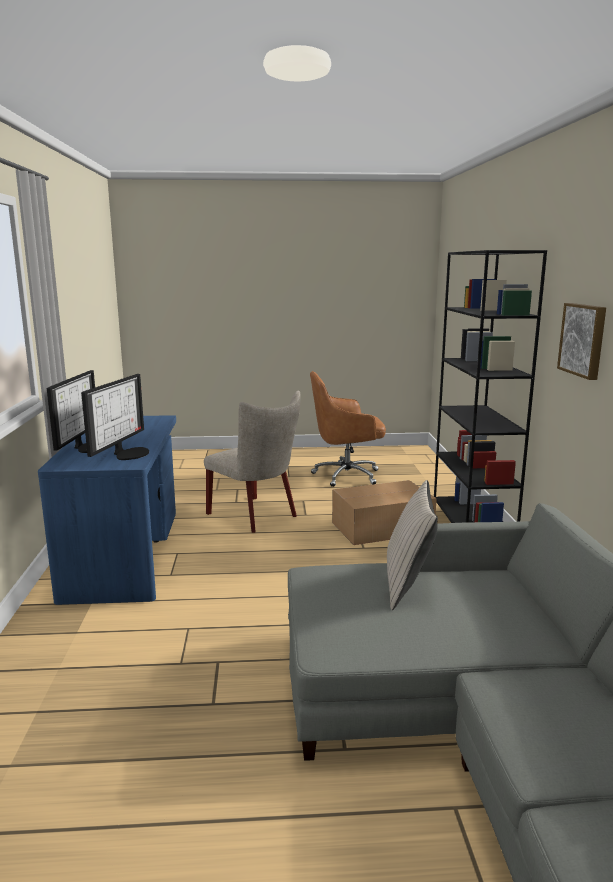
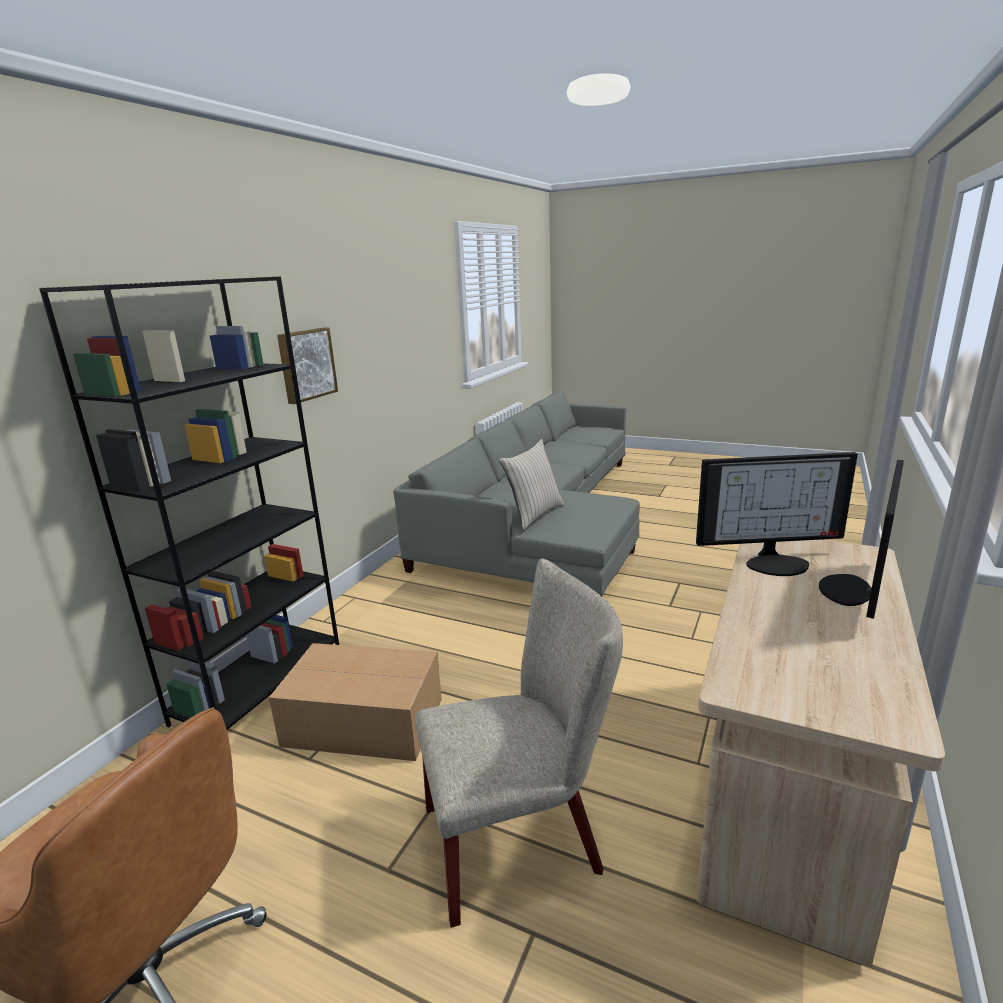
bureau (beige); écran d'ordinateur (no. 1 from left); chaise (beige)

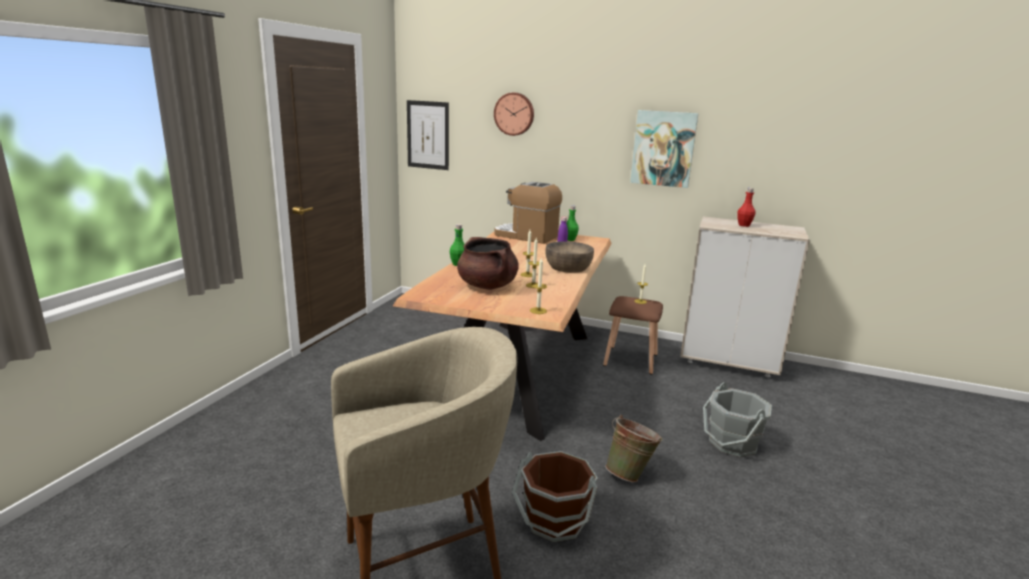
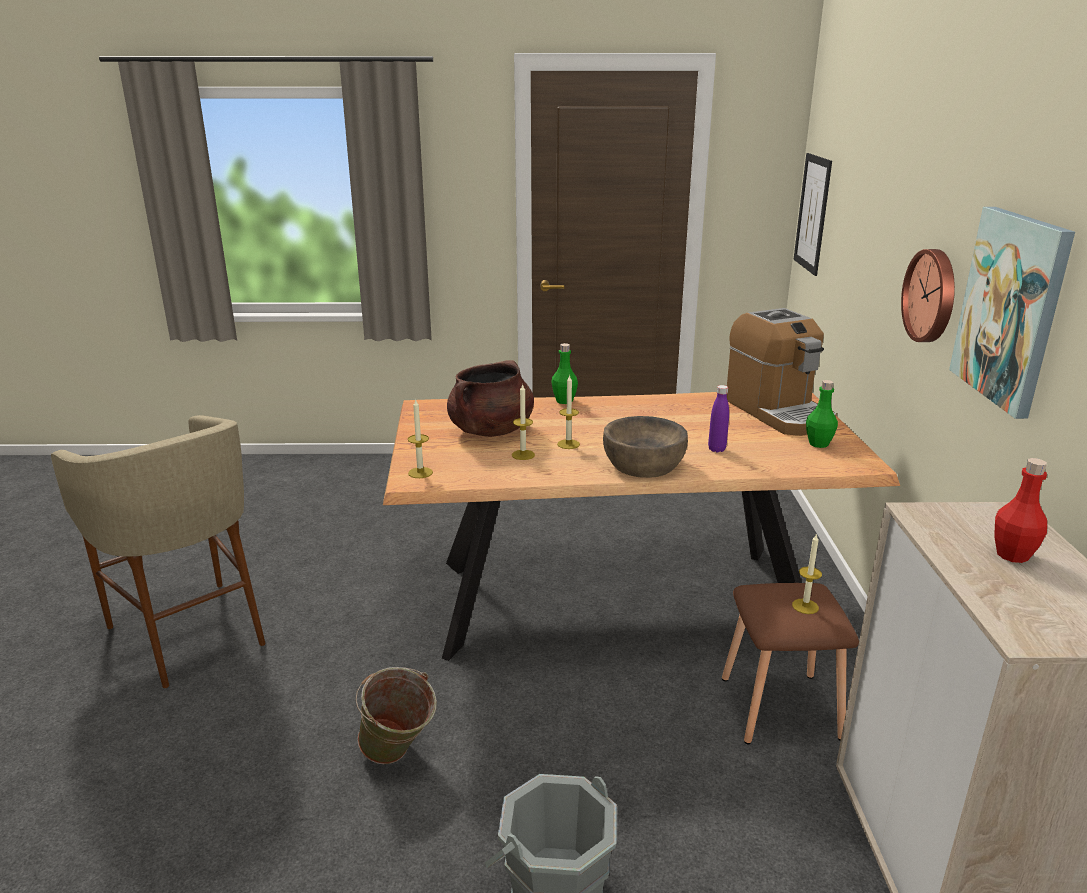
seau (marron); horloge murale; machine à café

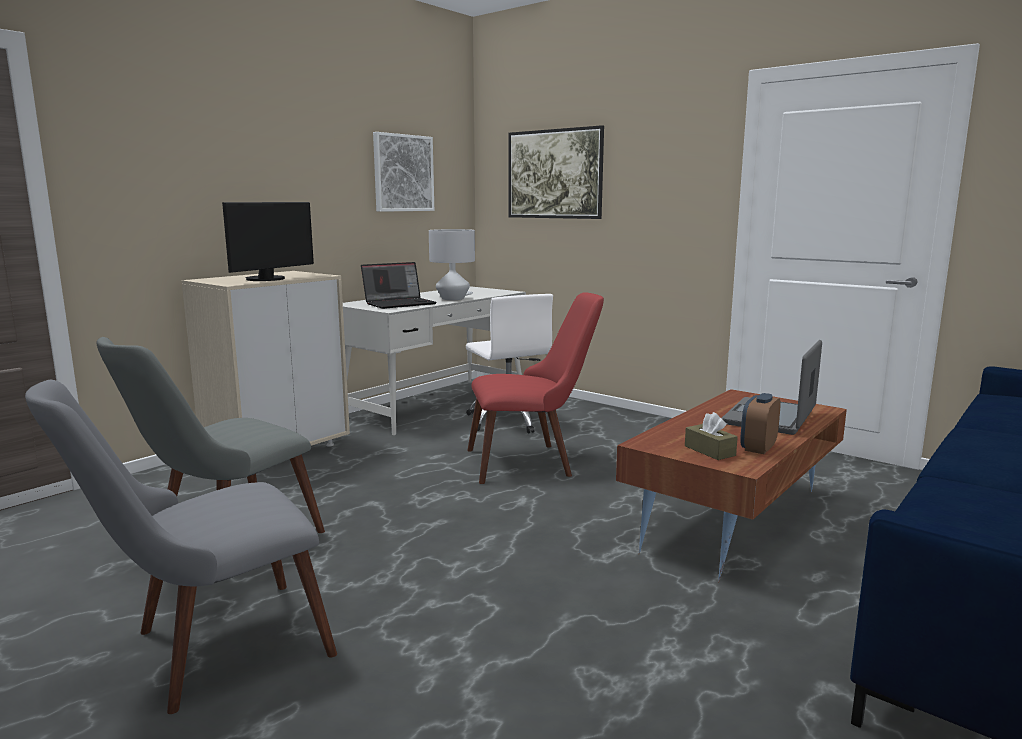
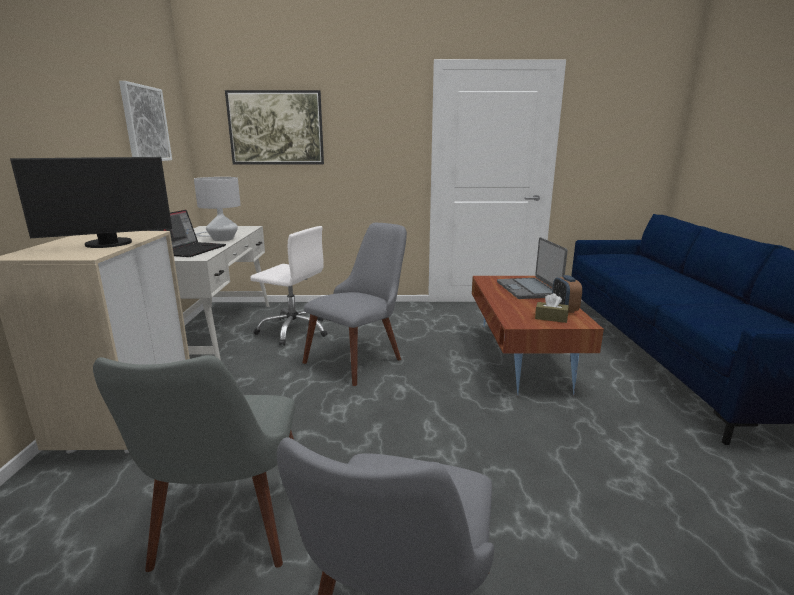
chaise (gris) (no. 2 from left); écran d'ordinateur

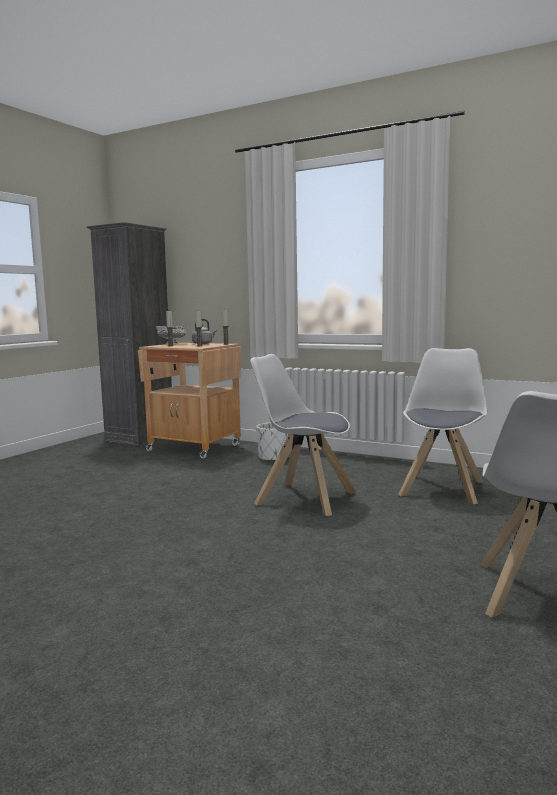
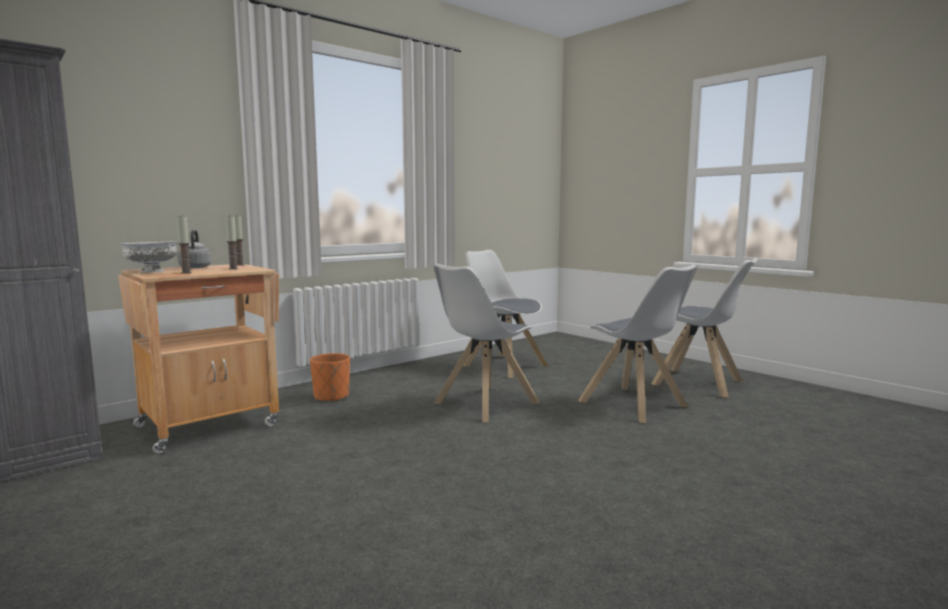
chaise (no. 3 from left); cache-pot (orange)

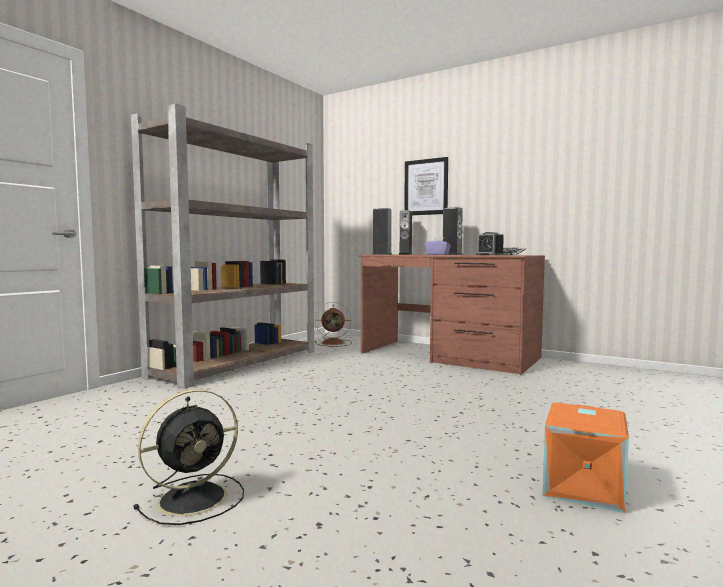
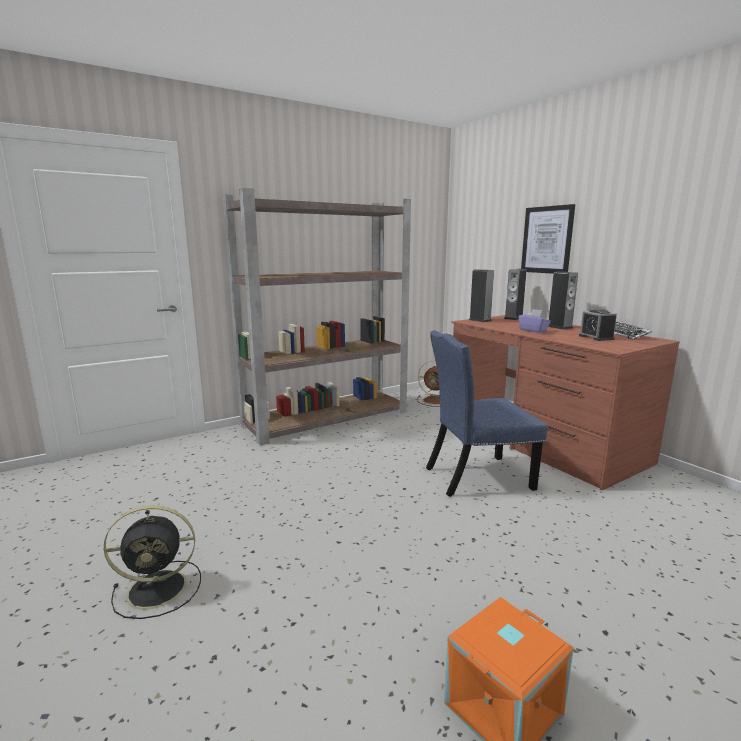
chaise (bleu)

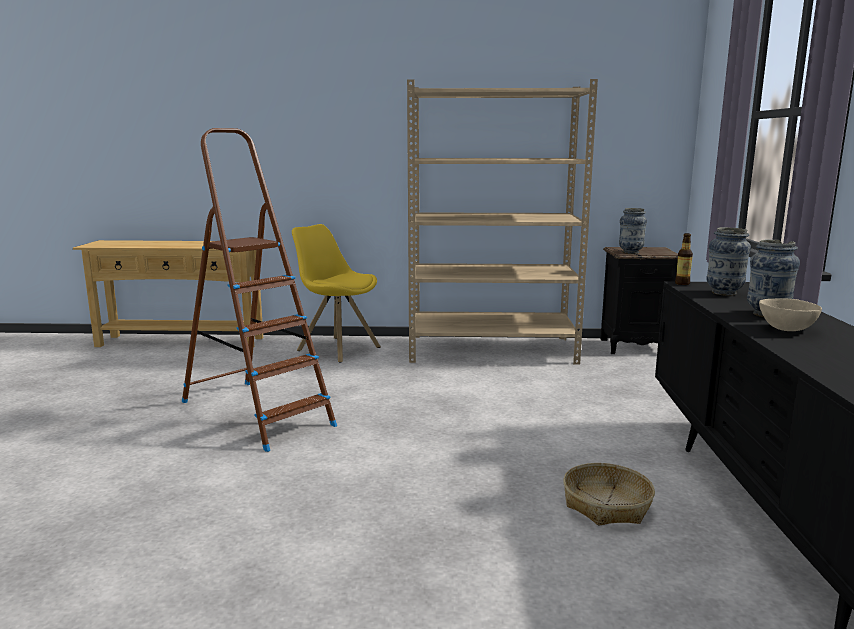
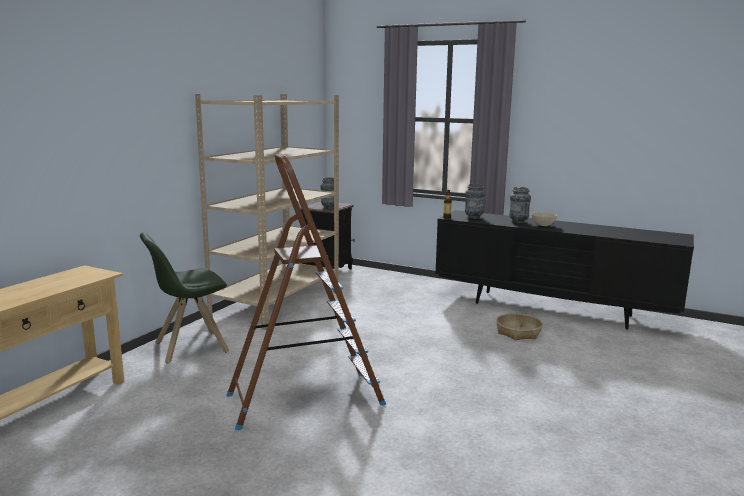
chaise (vert)

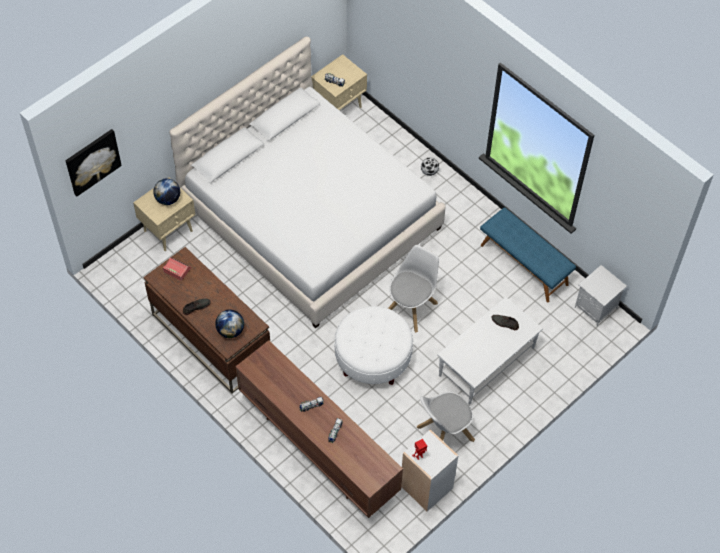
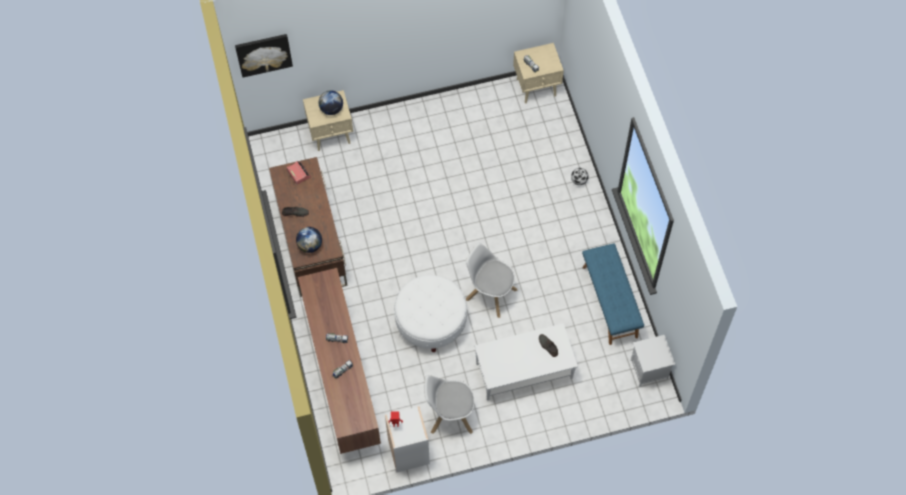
lit (blanc); chaise (no. 2 from left)

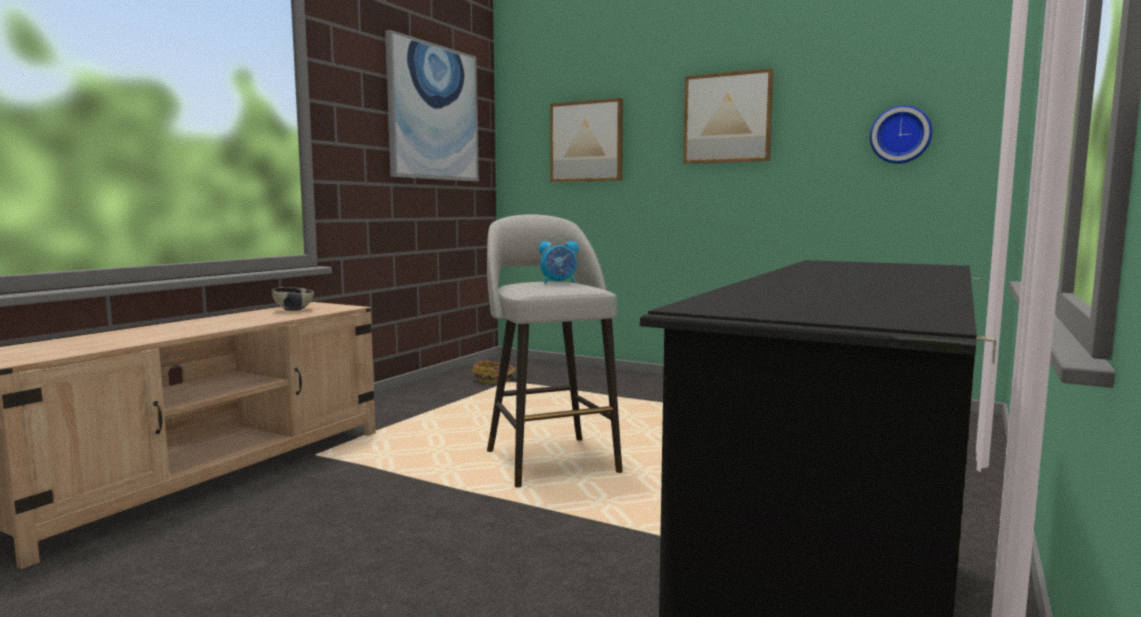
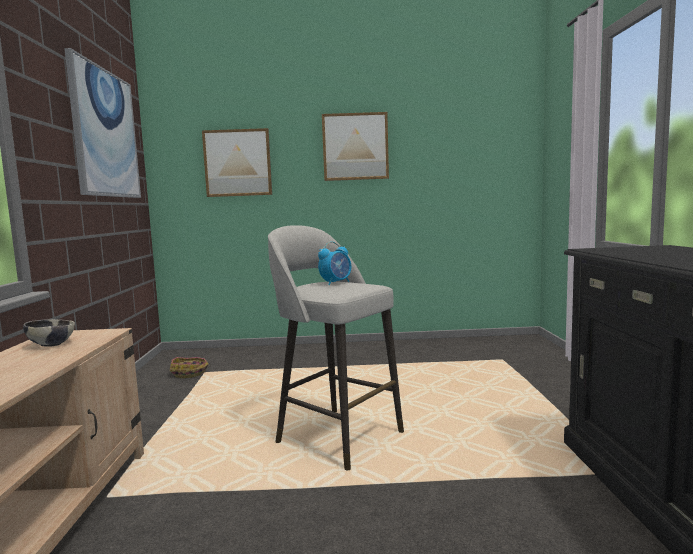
horloge murale

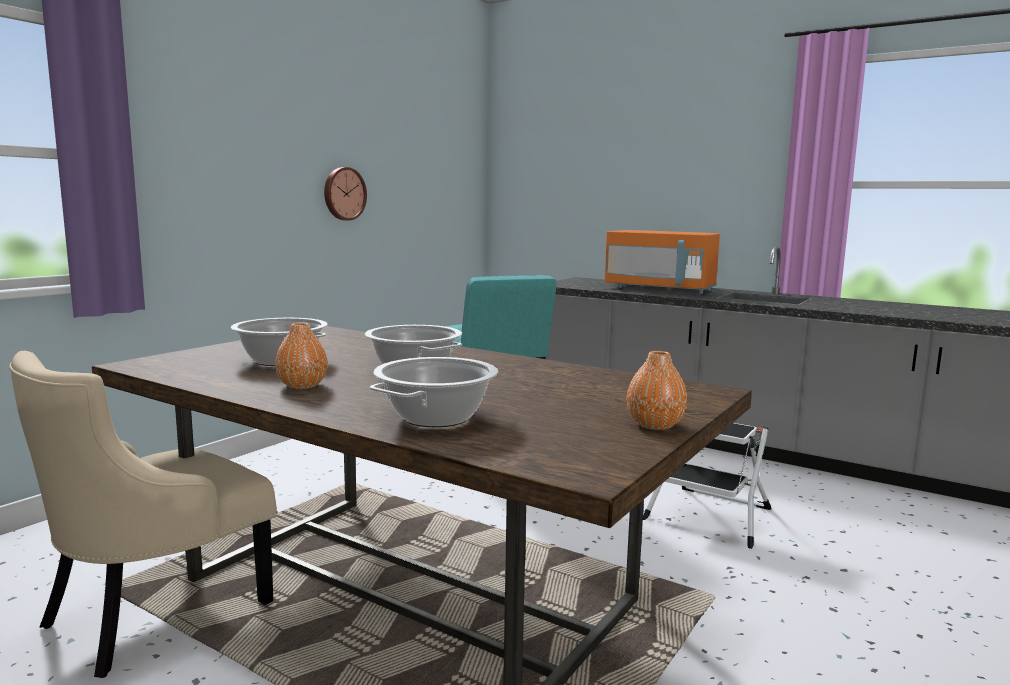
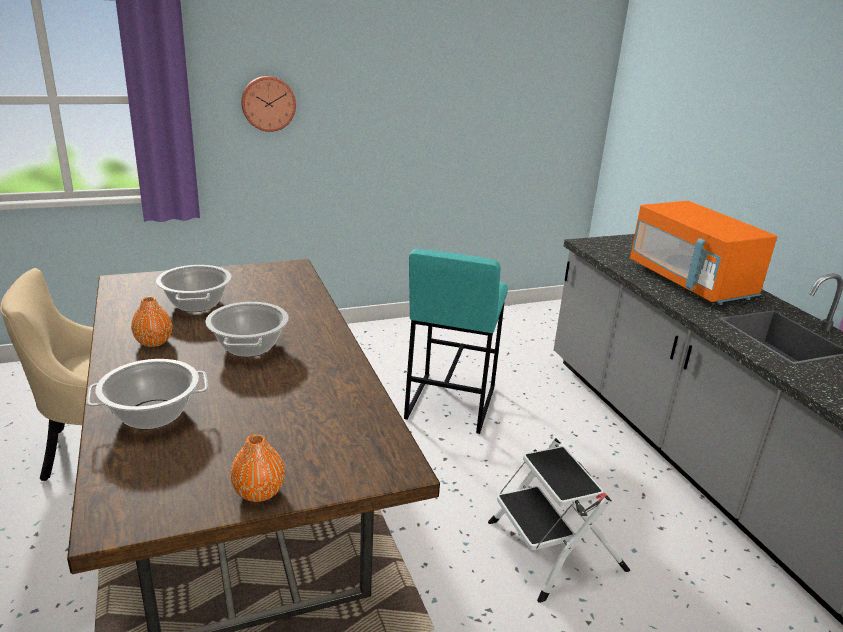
horloge murale

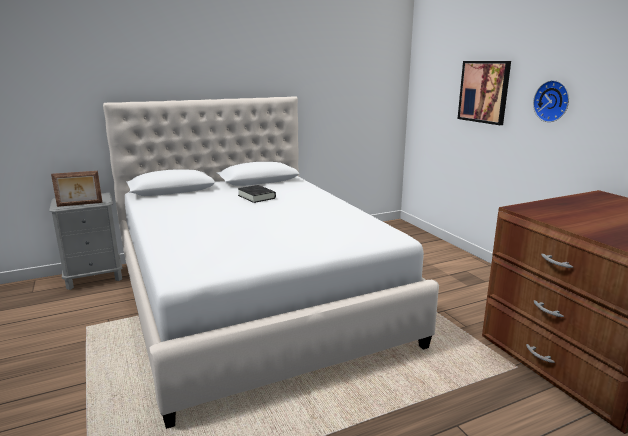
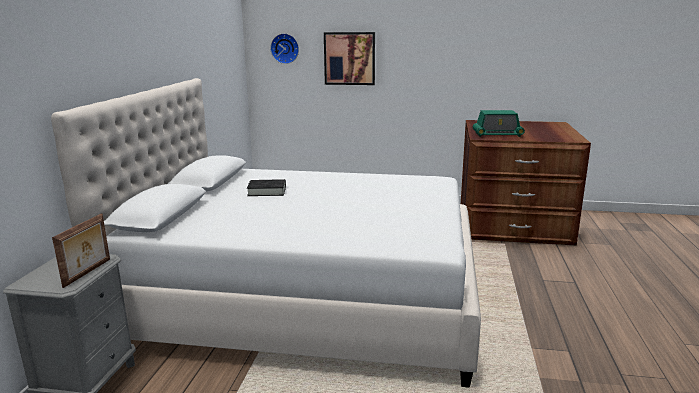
radio; horloge murale

